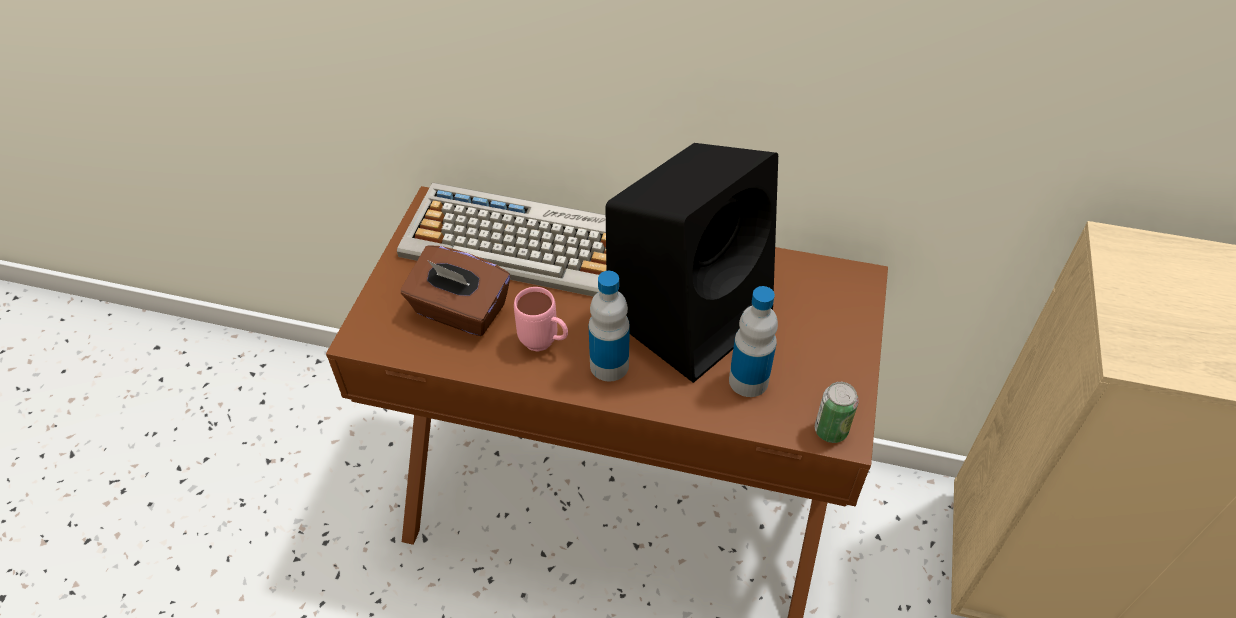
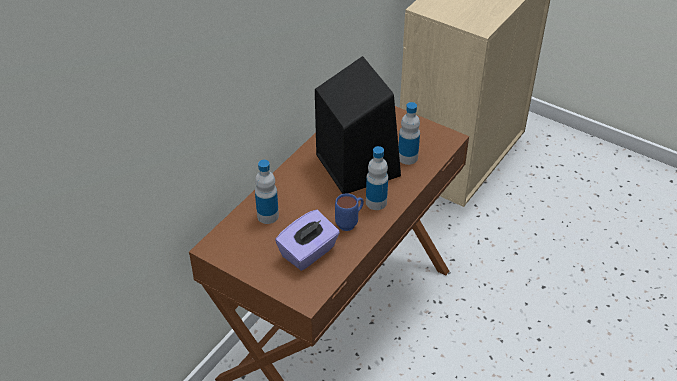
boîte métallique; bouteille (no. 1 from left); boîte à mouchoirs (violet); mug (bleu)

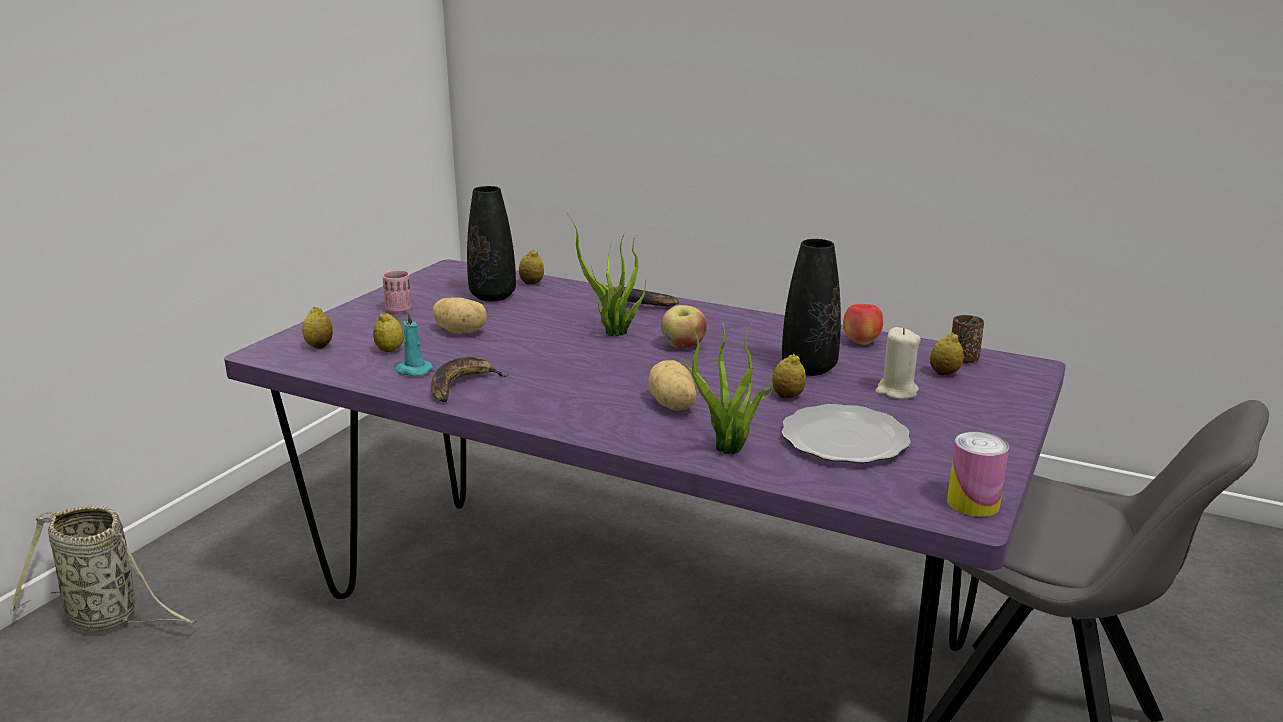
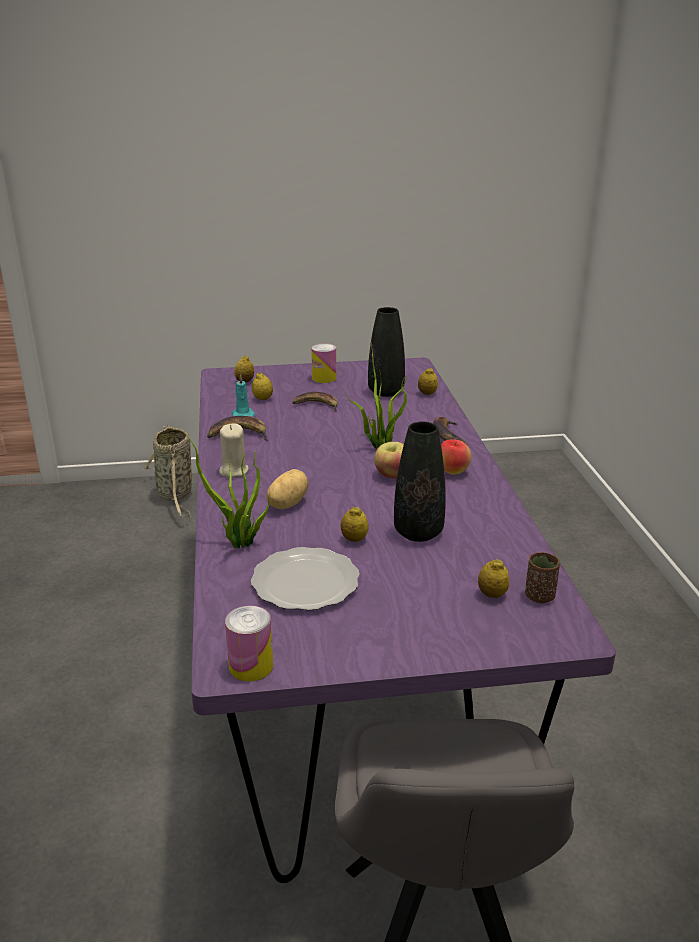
pomme (no. 2 from left); bougie (beige); boîte métallique (no. 2 from left); banane (no. 2 from left)

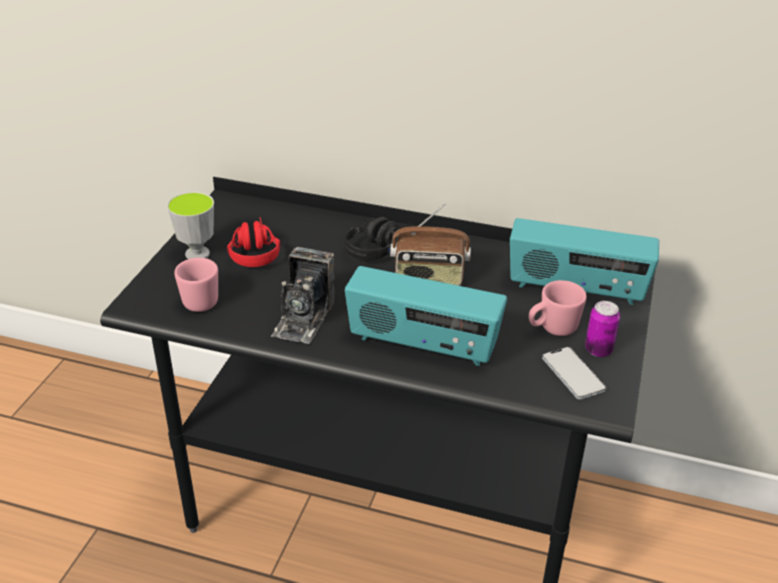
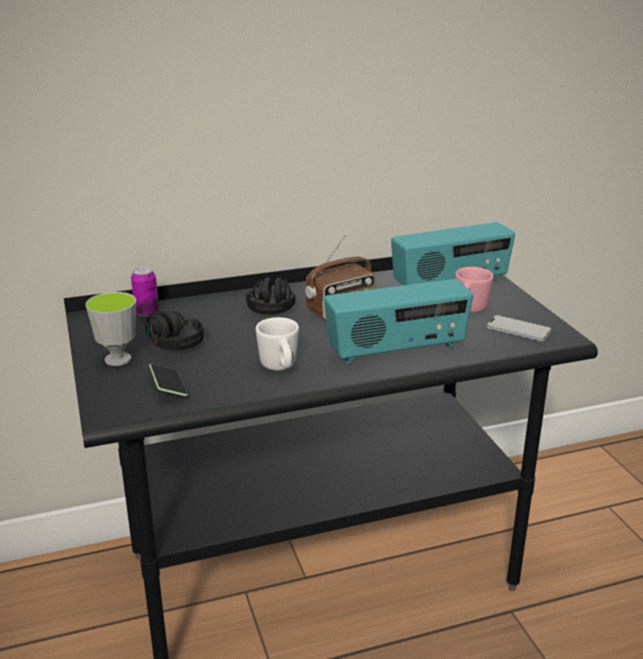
boîte métallique; téléphone (no. 1 from left); mug (blanc); casque audio (noir) (no. 1 from left)

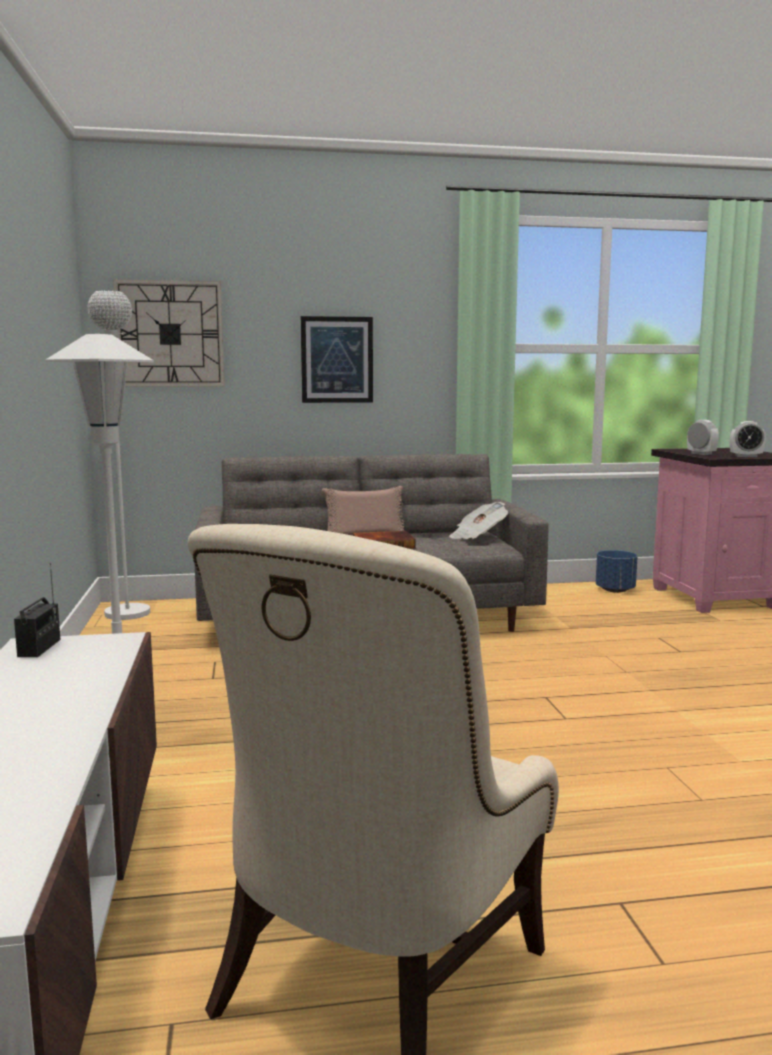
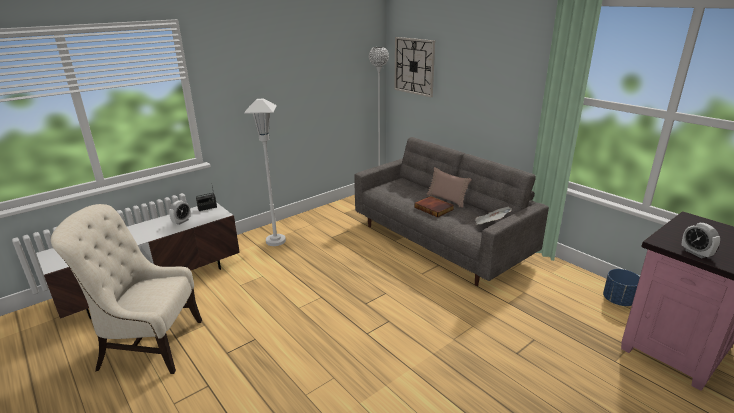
tableau; réveil (no. 1 from left)

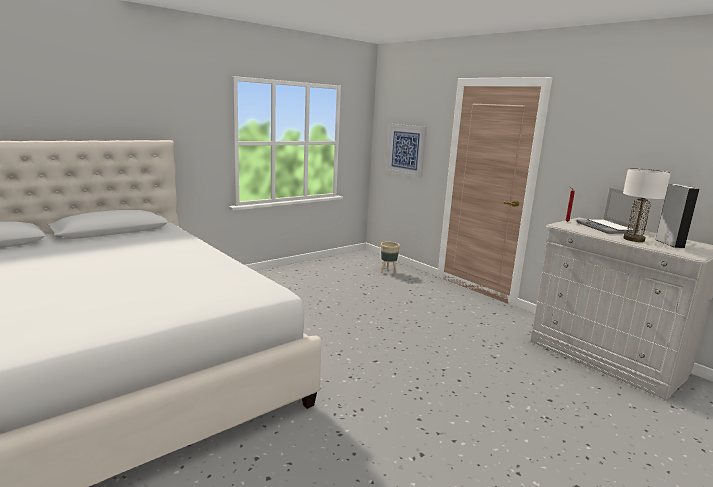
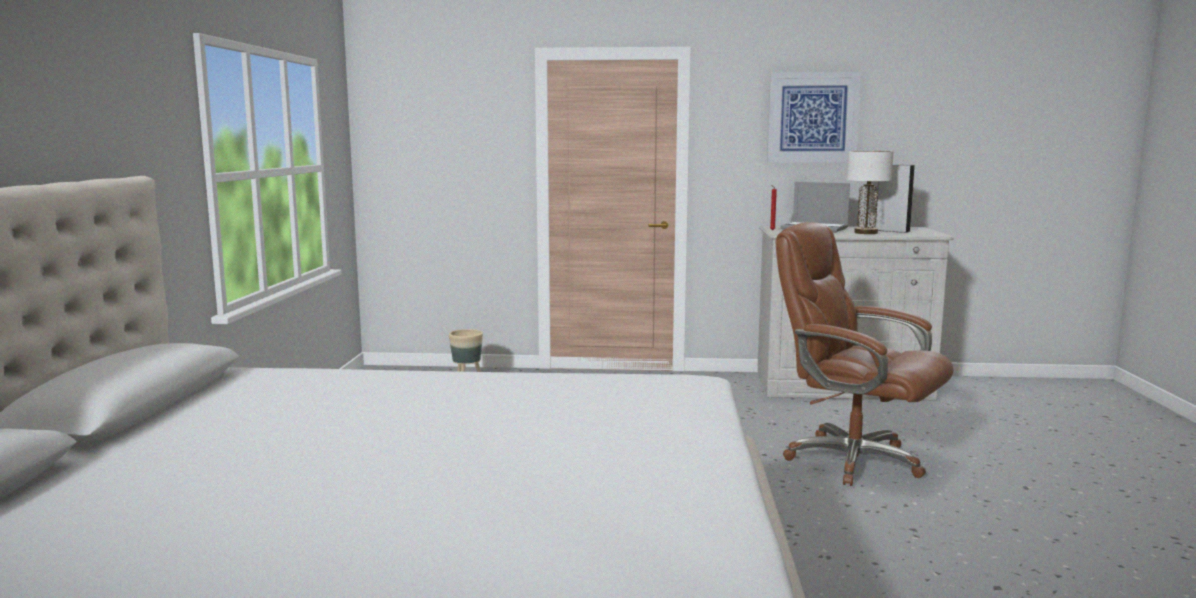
chaise de bureau (marron); tableau

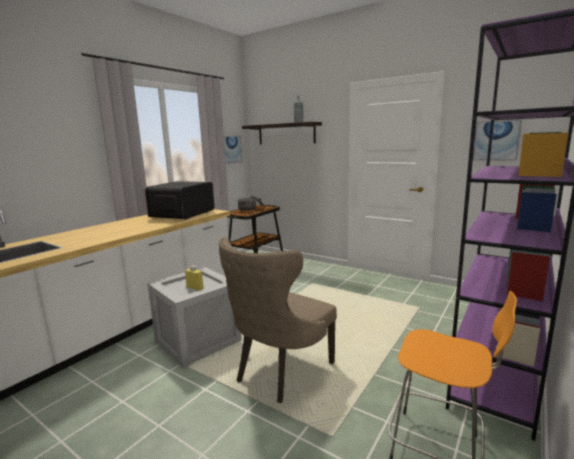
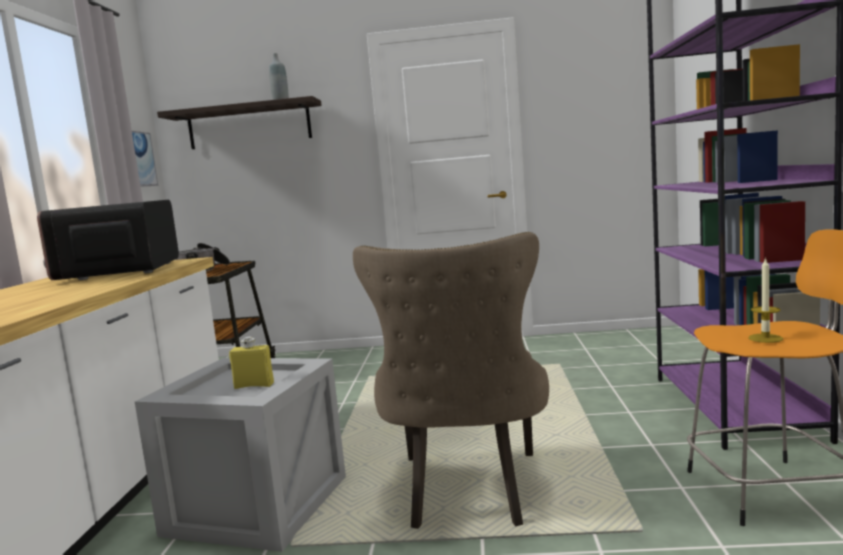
tableau (no. 2 from left in the first image); bougie

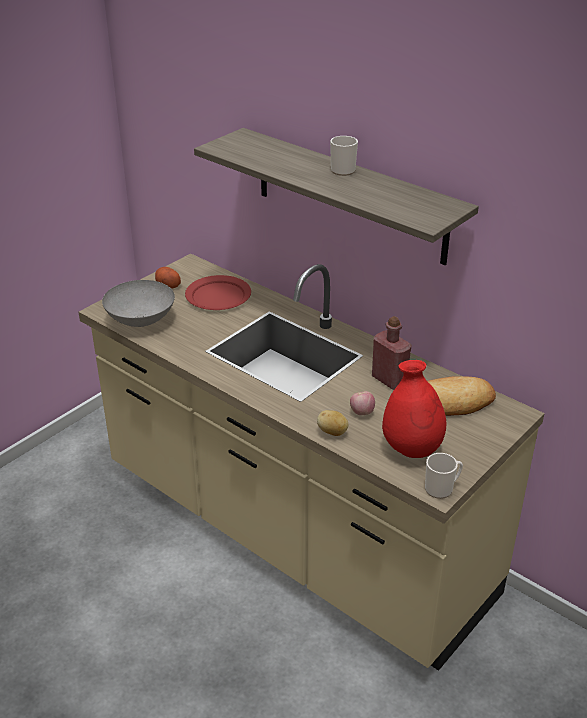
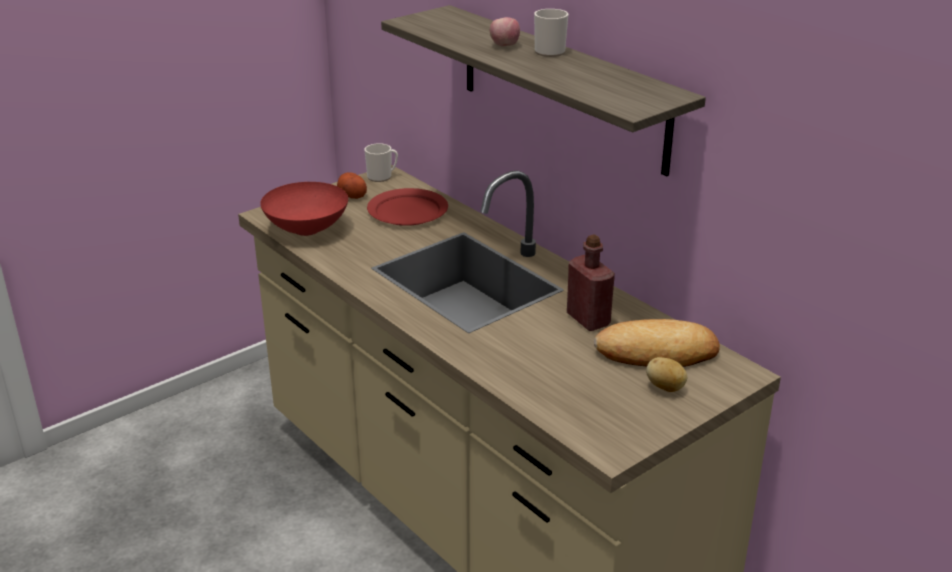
vase (rouge); pomme de terre (no. 2 from left); pomme; mug (no. 1 from left); bol (rouge)

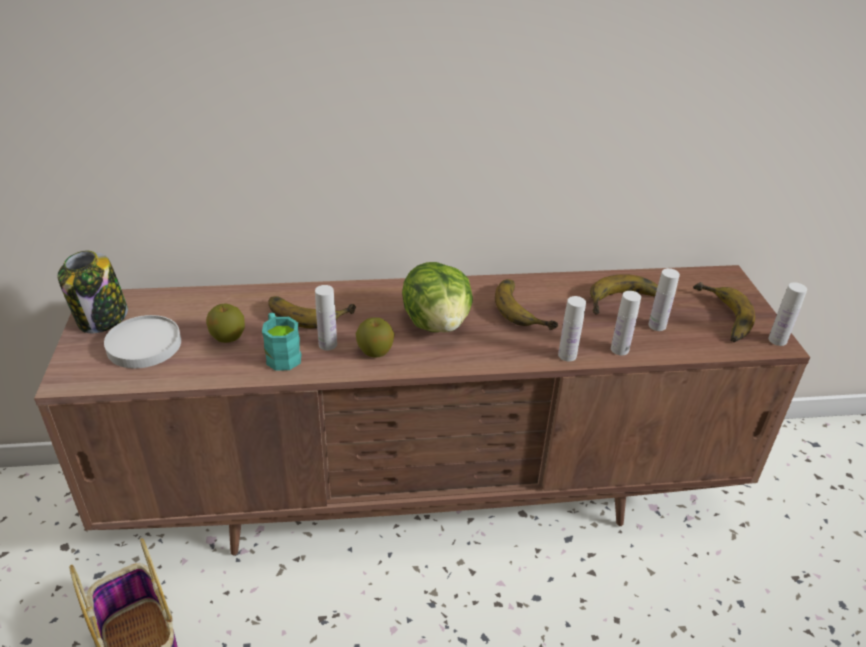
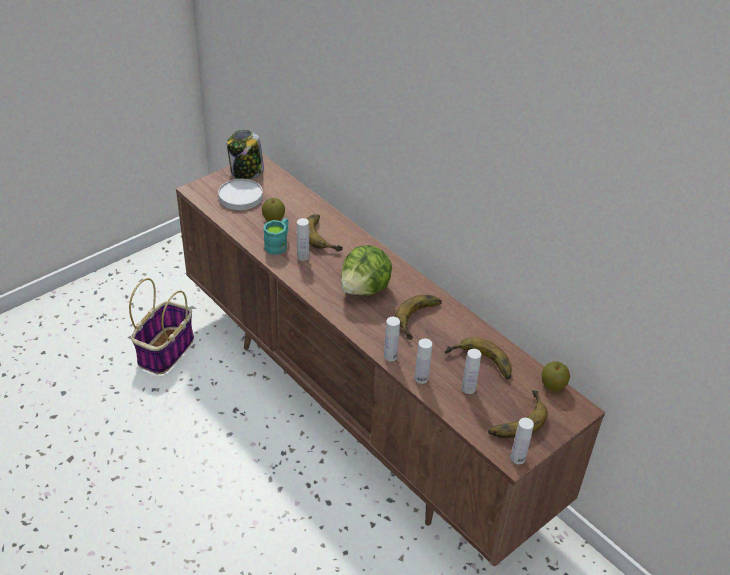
pomme (no. 2 from left)

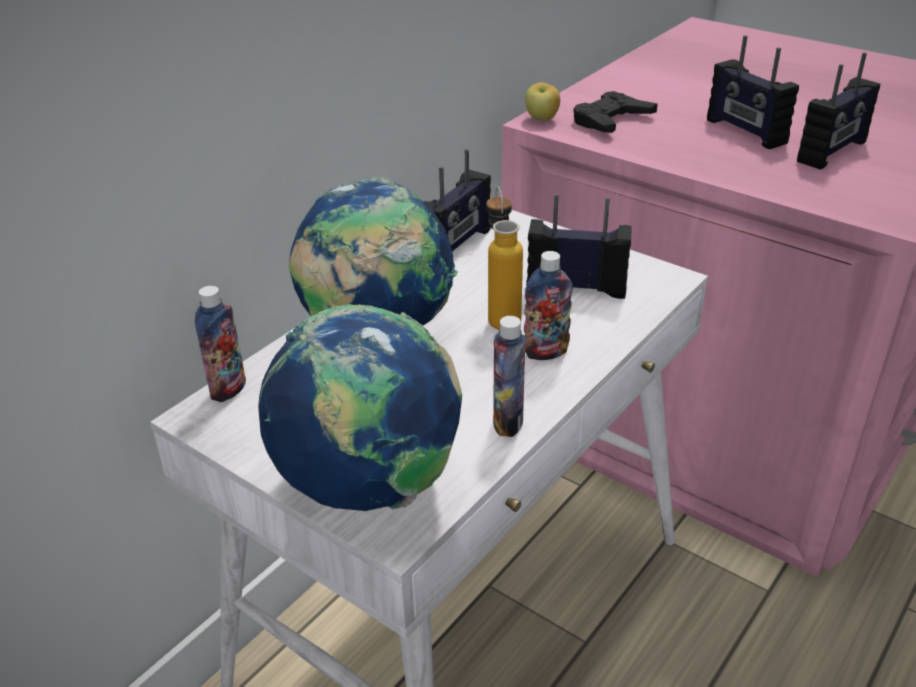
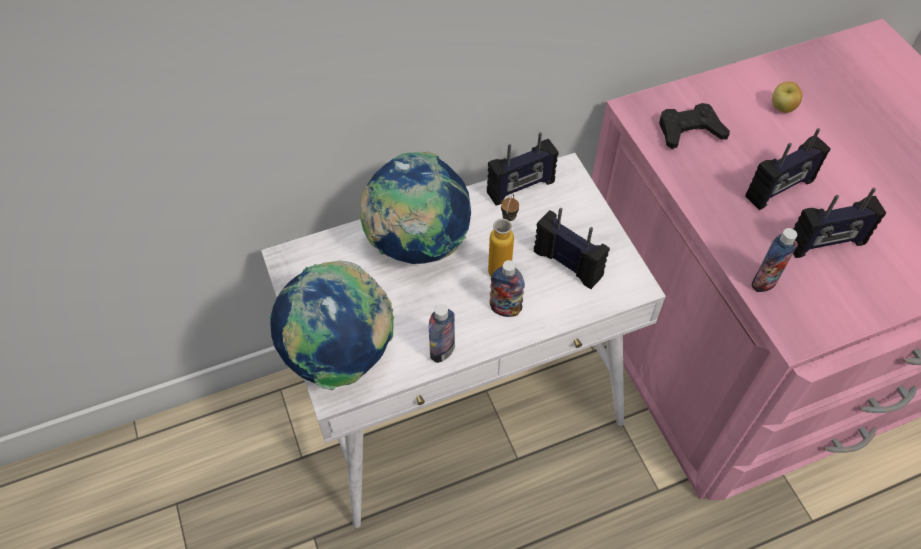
bouteille (no. 4 from left); pomme; radio (no. 3 from left)

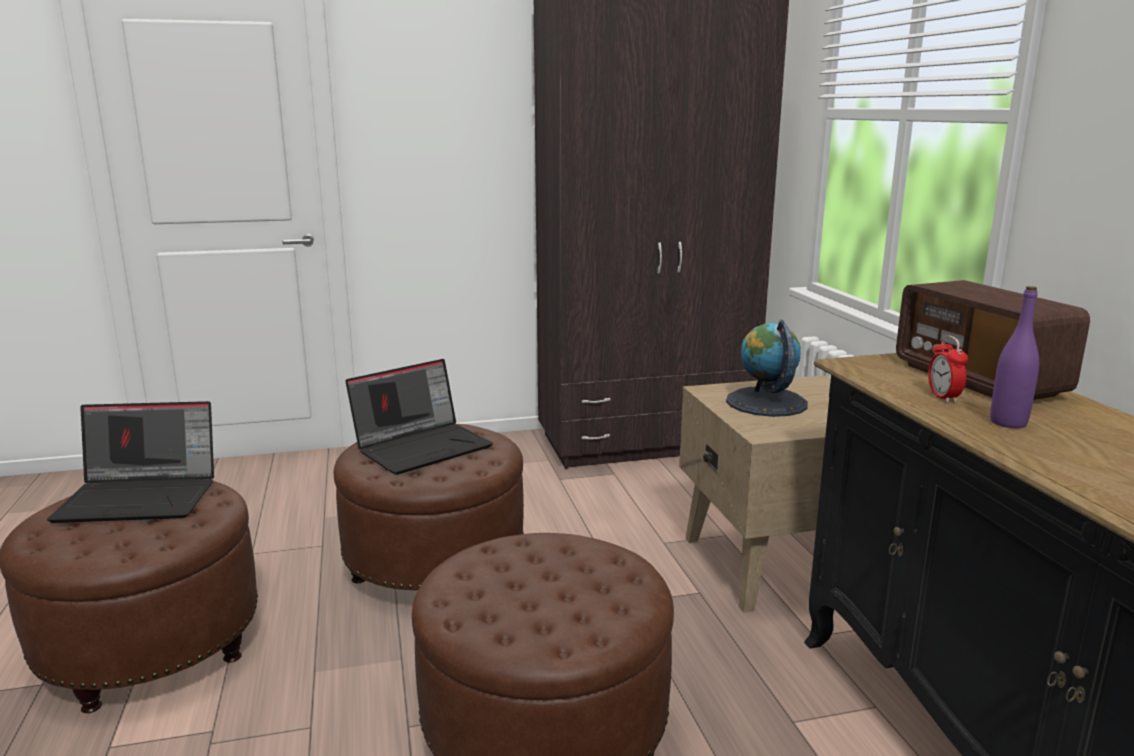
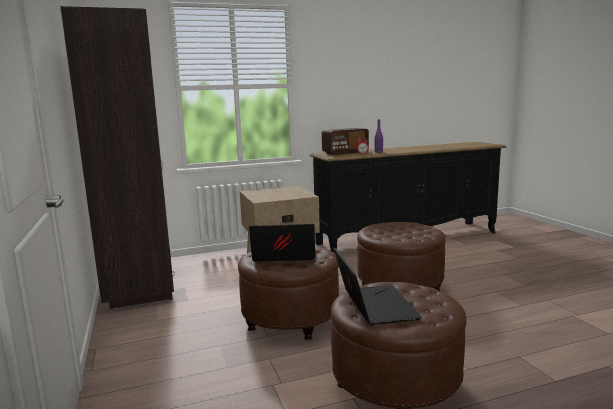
globe; ordinateur portable (no. 1 from left)

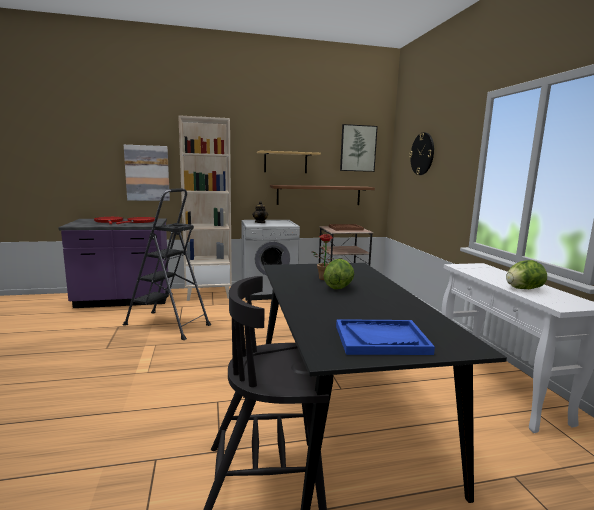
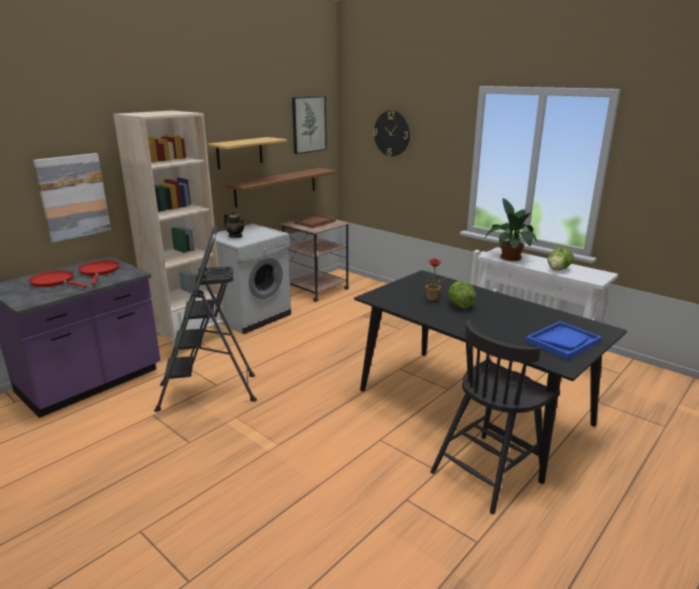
plante en pot (no. 2 from left)

